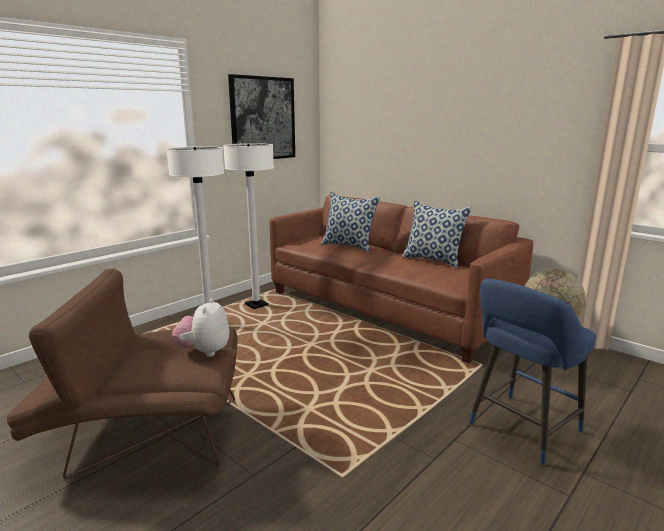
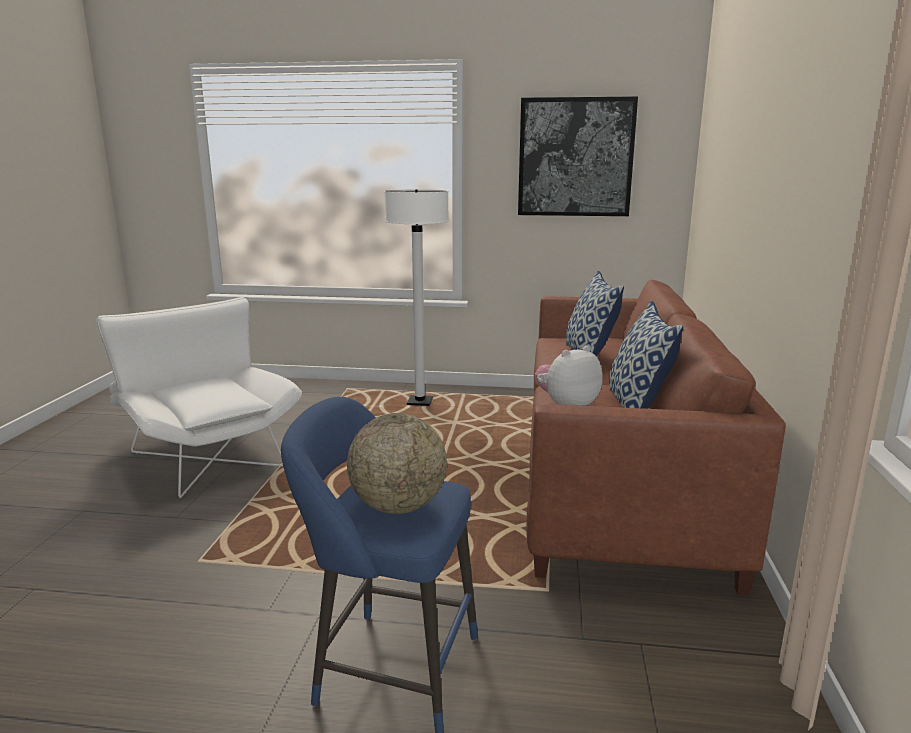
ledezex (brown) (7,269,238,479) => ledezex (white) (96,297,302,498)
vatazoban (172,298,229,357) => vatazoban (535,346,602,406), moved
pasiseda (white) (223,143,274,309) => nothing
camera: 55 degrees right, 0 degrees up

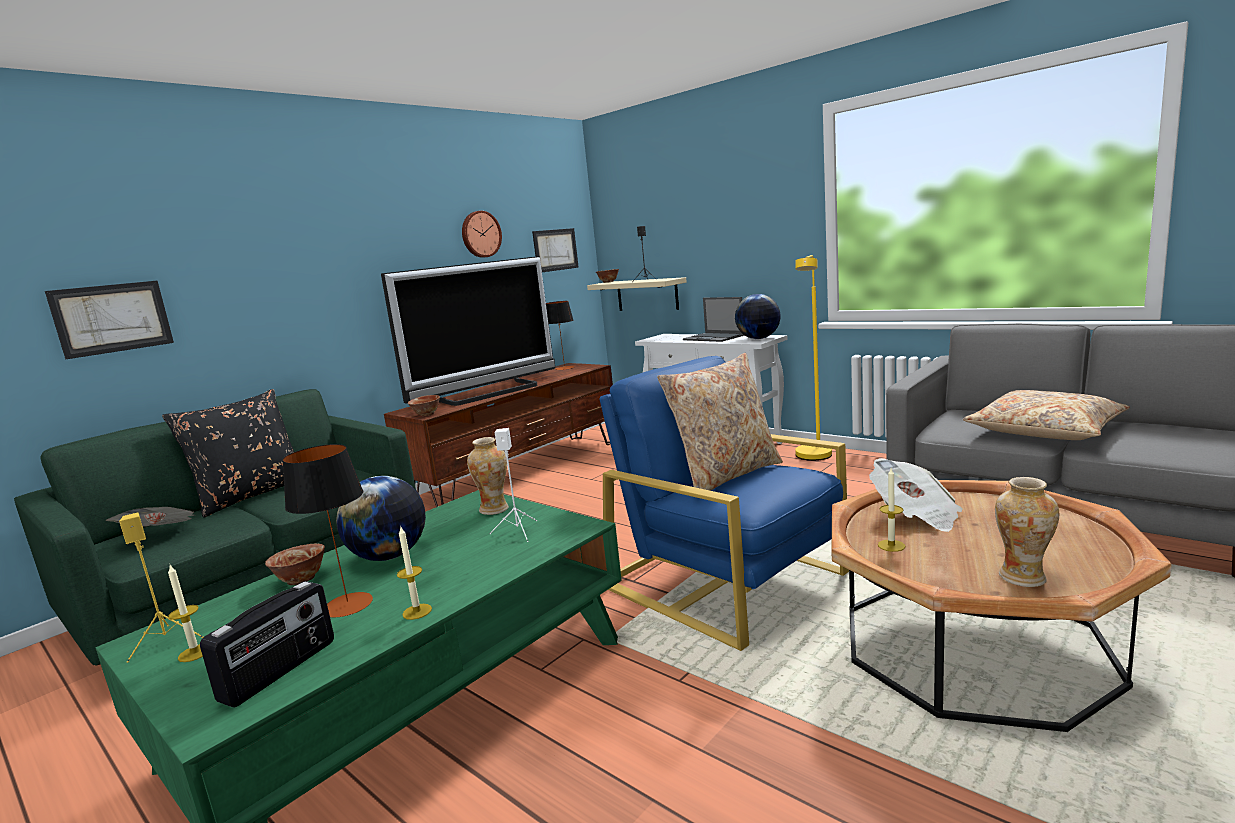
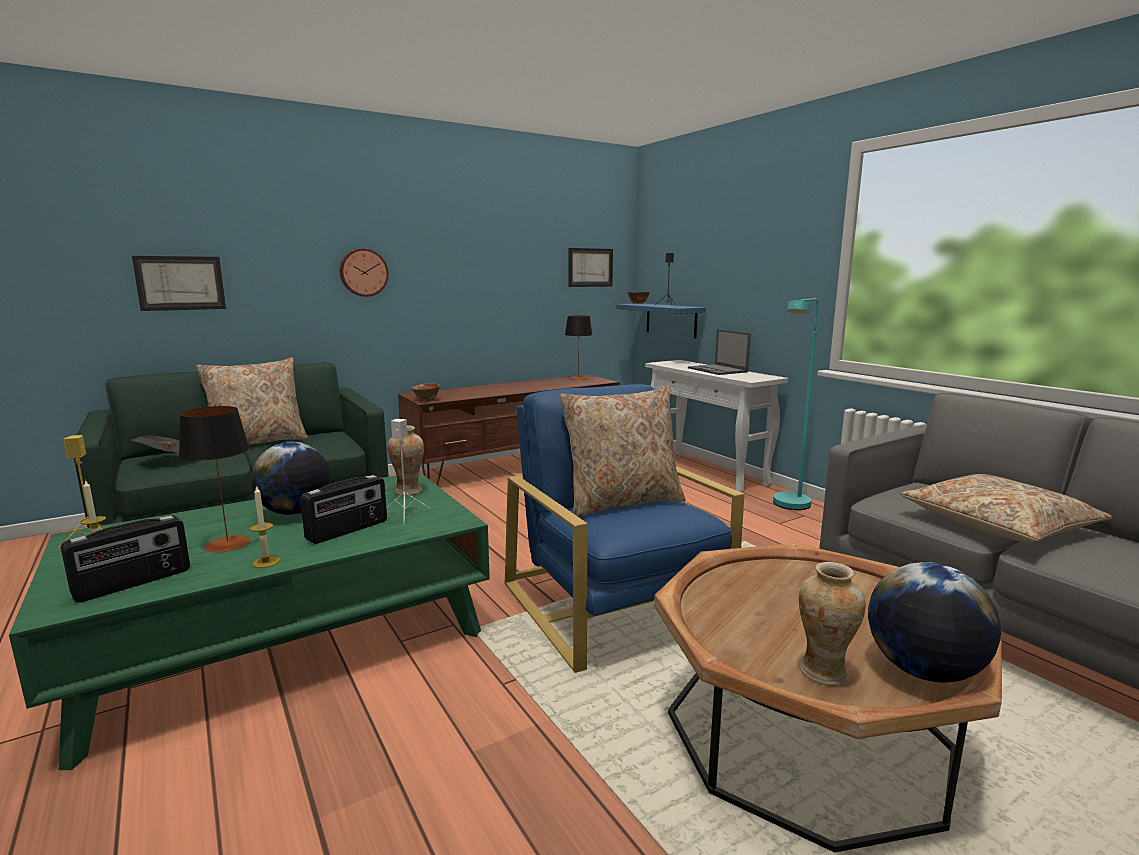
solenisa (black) (162,389,294,517) => solenisa (beige) (196,357,308,445)
nothing => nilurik (300,475,387,544)
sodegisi (462,211,502,258) => sodegisi (340,248,389,297), moved
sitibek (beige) (587,277,687,311) => sitibek (blue) (616,303,706,338)
pasiseda (yellow) (795,255,832,461) => pasiseda (turquoise) (773,299,818,510)
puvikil (735,294,781,339) => puvikil (868,562,1001,683), moved
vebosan (265,543,325,585) => nothing
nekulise (381,256,555,406) => nothing
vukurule (869,458,963,532) => nothing
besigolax (878,468,906,552) => nothing
camera: 15 degrees right, 0 degrees up

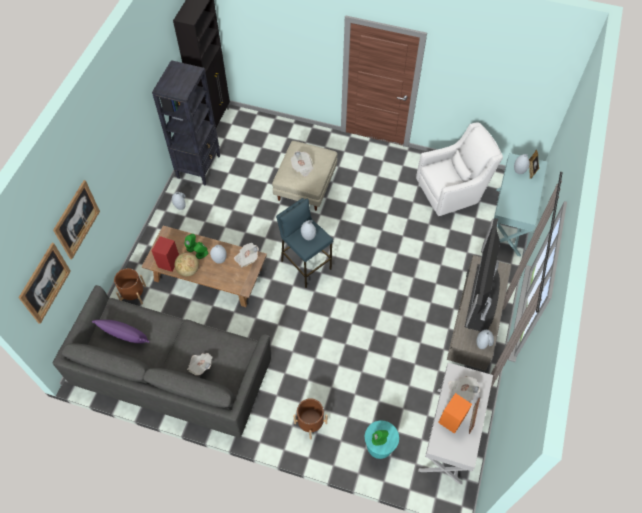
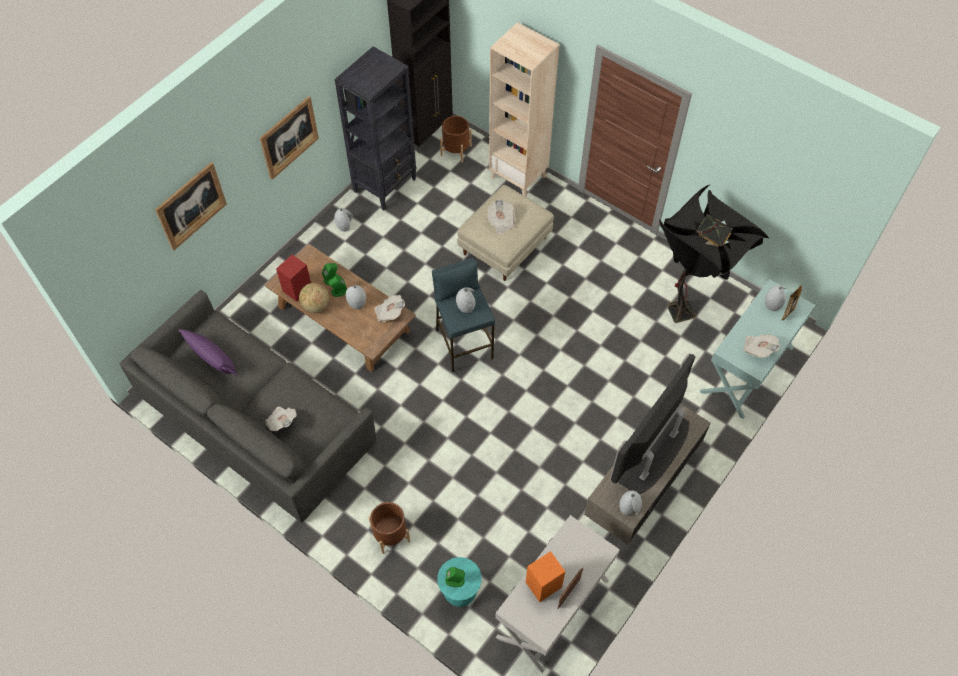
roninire (18,243,71,324) => roninire (260,96,319,180), moved
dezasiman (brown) (114,268,146,304) => dezasiman (brown) (440,116,472,163), moved
nothing => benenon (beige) (489,22,559,197)
ledezex (white) (416,123,503,216) => pasiseda (black) (659,185,769,323)
vukurule (448,376,480,402) => vukurule (743,334,780,358), moved
camera: 20 degrees right, 0 degrees up

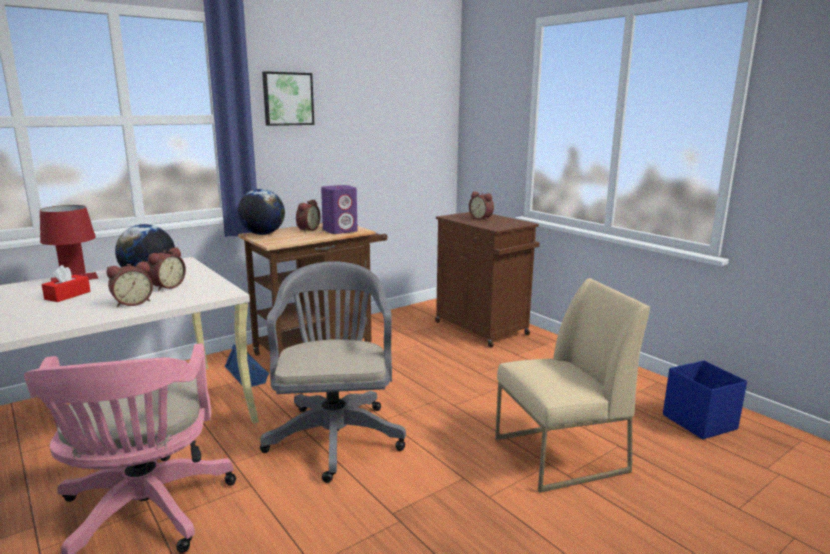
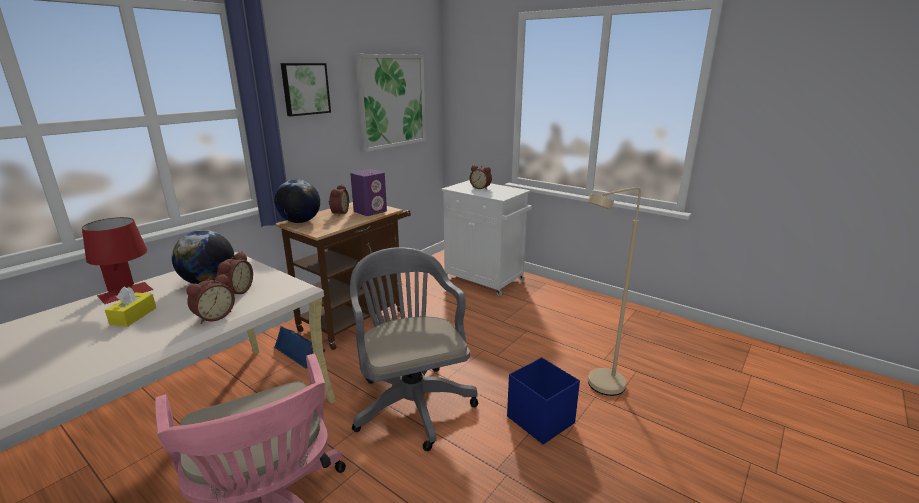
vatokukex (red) (42,265,91,302) => vatokukex (yellow) (105,286,156,327)
nothing => roninire (355,54,426,152)
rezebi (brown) (435,212,539,348) => rezebi (white) (441,180,532,296)
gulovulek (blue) (663,360,747,439) => gulovulek (blue) (507,357,580,444), moved
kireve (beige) (495,278,650,493) => pasiseda (beige) (588,187,641,396)
camera: 15 degrees left, 5 degrees up

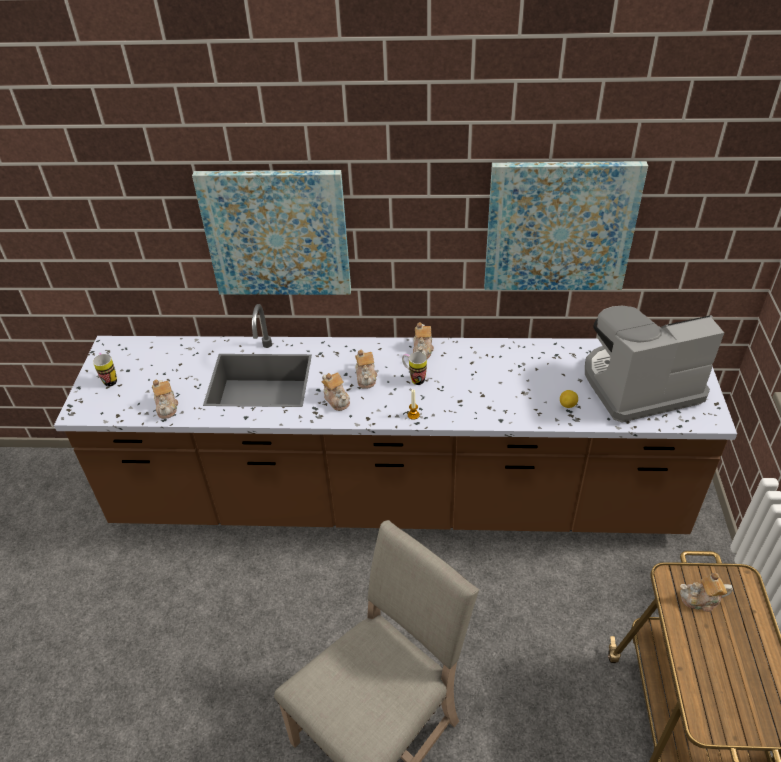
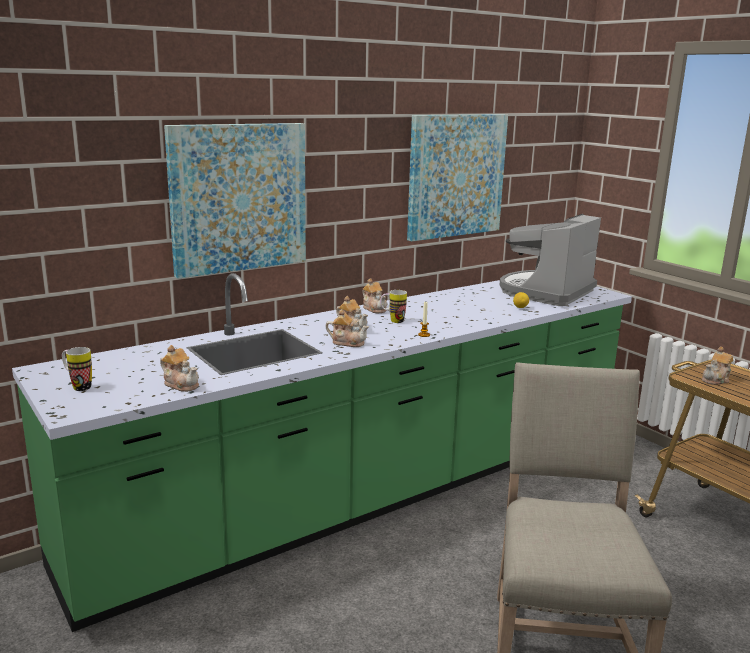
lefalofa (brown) (54,304,737,534) => lefalofa (green) (12,273,632,632)
camera: 40 degrees left, 25 degrees down

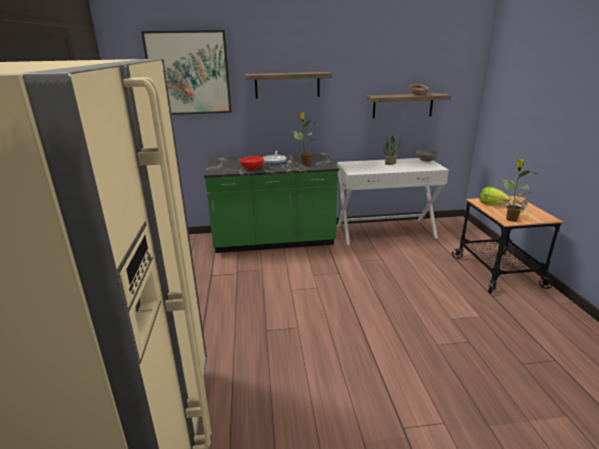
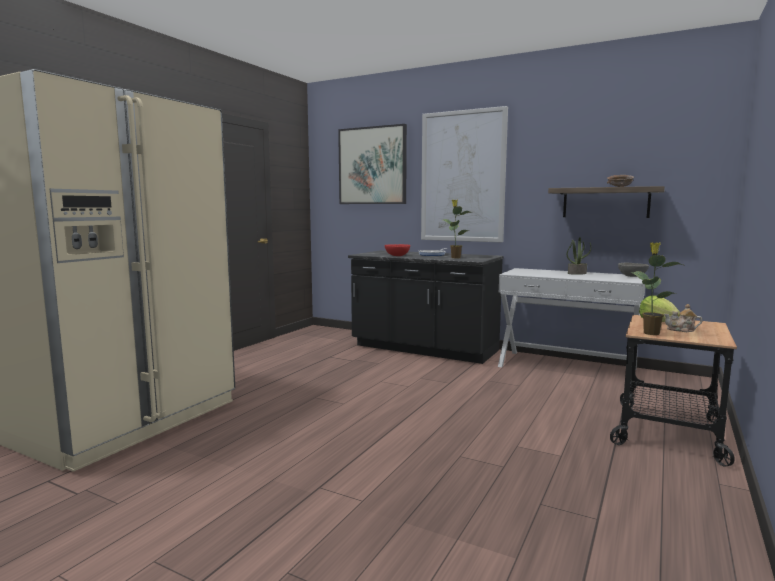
lefalofa (green) (204,153,339,253) => lefalofa (black) (348,250,504,364)
sitibek (245,72,332,99) => roninire (421,106,508,242)
camera: 35 degrees right, 15 degrees down

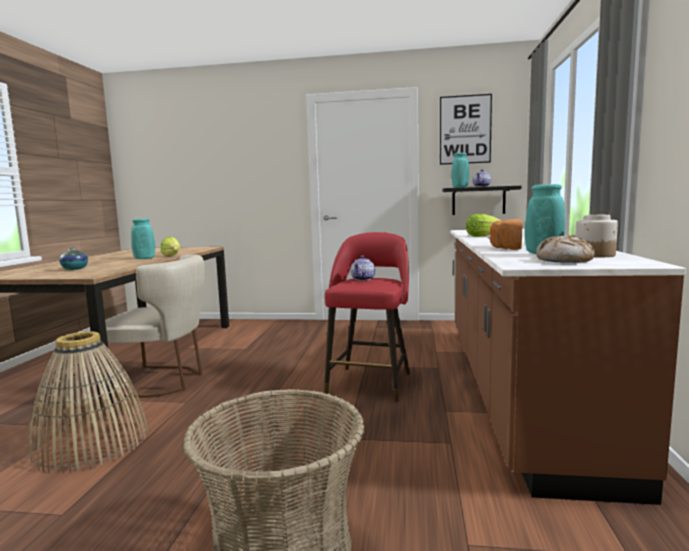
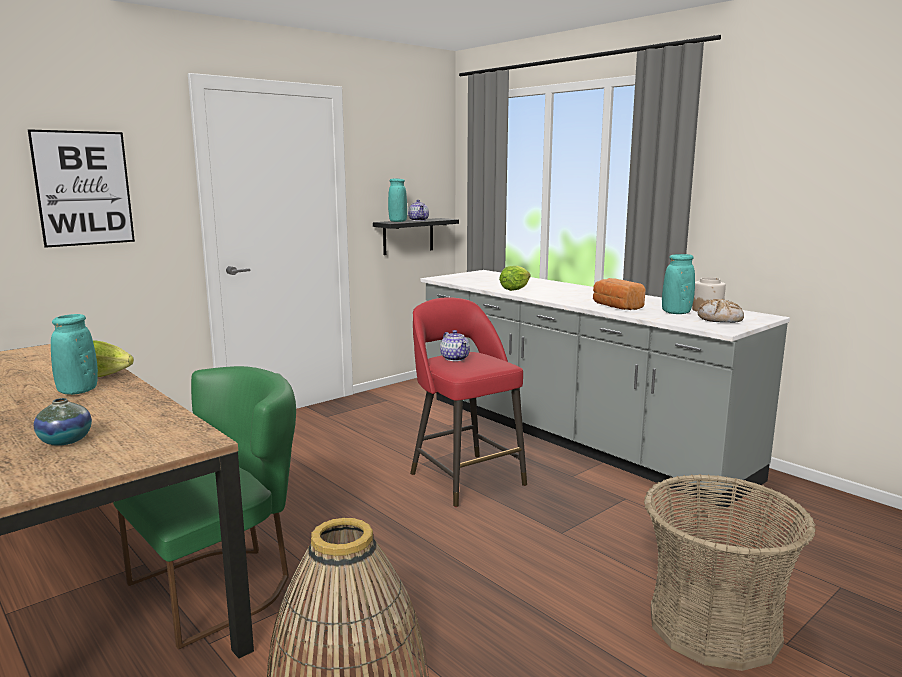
roninire (440,94,492,165) => roninire (28,129,135,248), moved
kireve (beige) (88,255,205,398) => kireve (green) (113,366,296,649)
lefalofa (brown) (451,229,686,505) => lefalofa (grey) (421,270,790,507)
camera: 50 degrees left, 5 degrees up

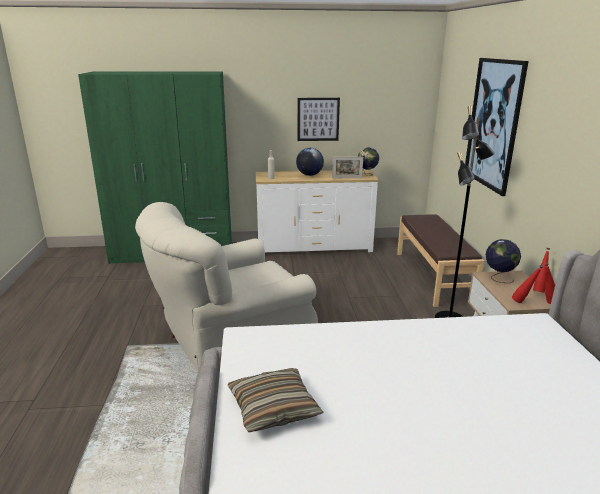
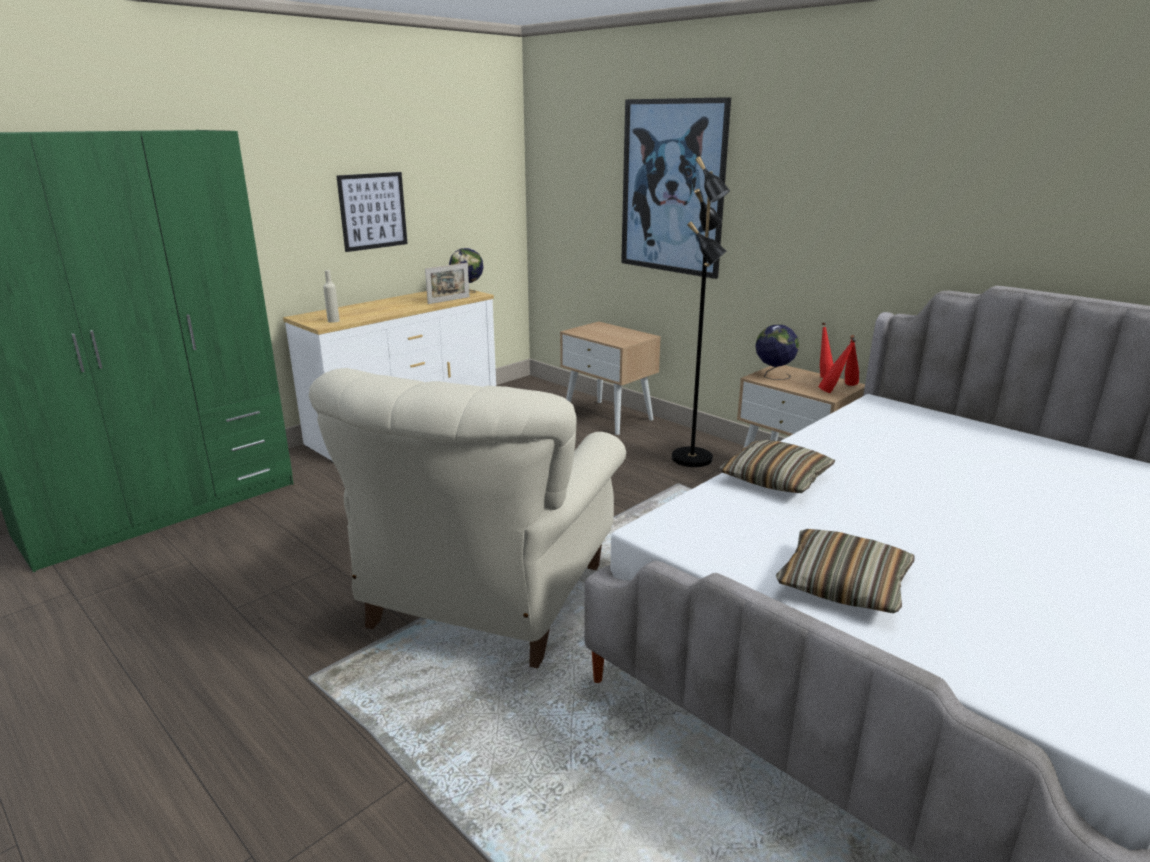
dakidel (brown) (397,214,484,307) => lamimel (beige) (560,321,661,435)
nothing => solenisa (720,440,836,493)
puvikil (296,148,324,176) => nothing
camera: 40 degrees left, 0 degrees up

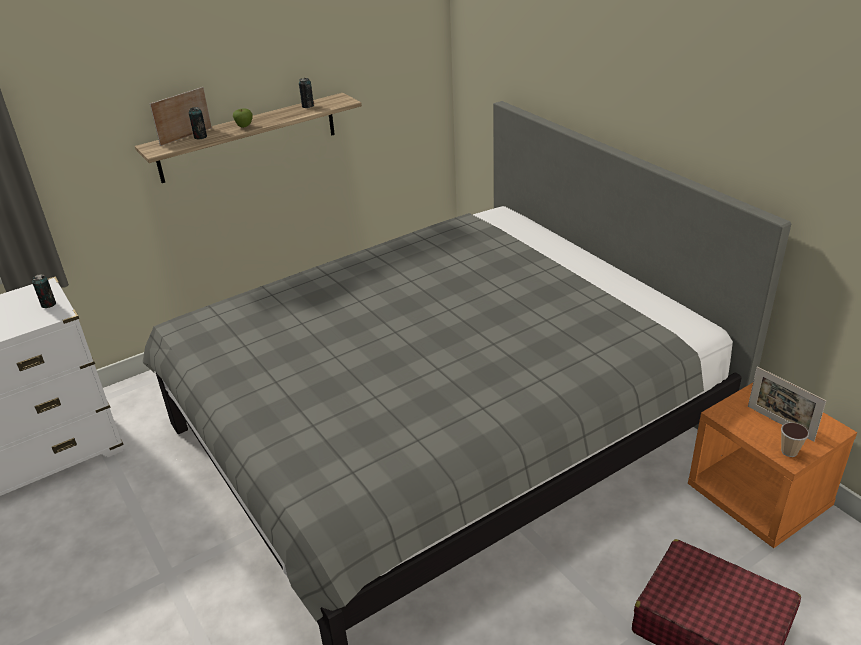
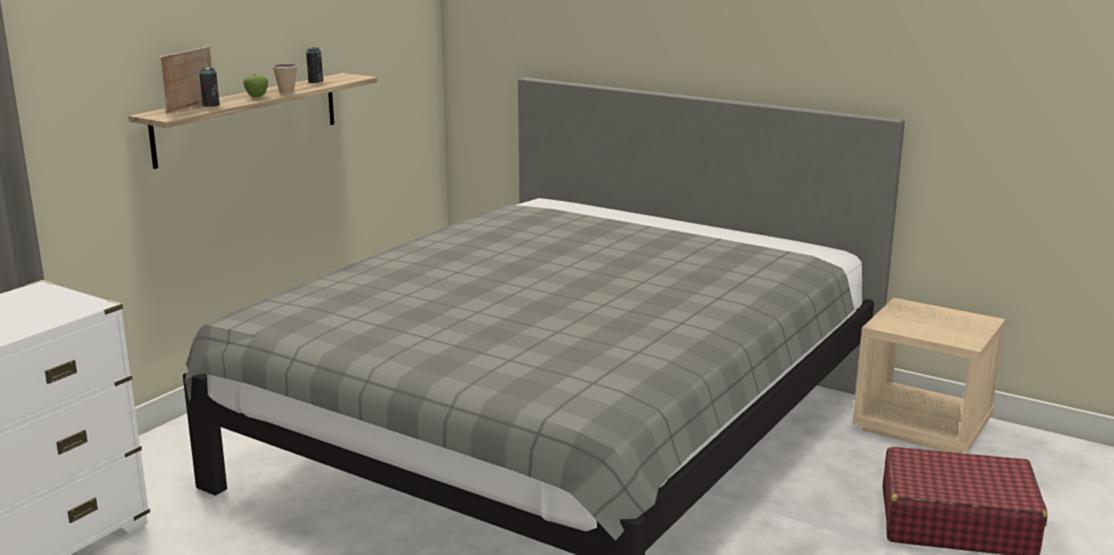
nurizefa (781,423,809,457) => nurizefa (272,64,297,94), moved
lamimel (orange) (688,383,857,548) => lamimel (beige) (852,298,1006,453)
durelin (32,274,56,308) => nothing
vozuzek (748,366,826,442) => nothing
camera: 25 degrees left, 15 degrees down

